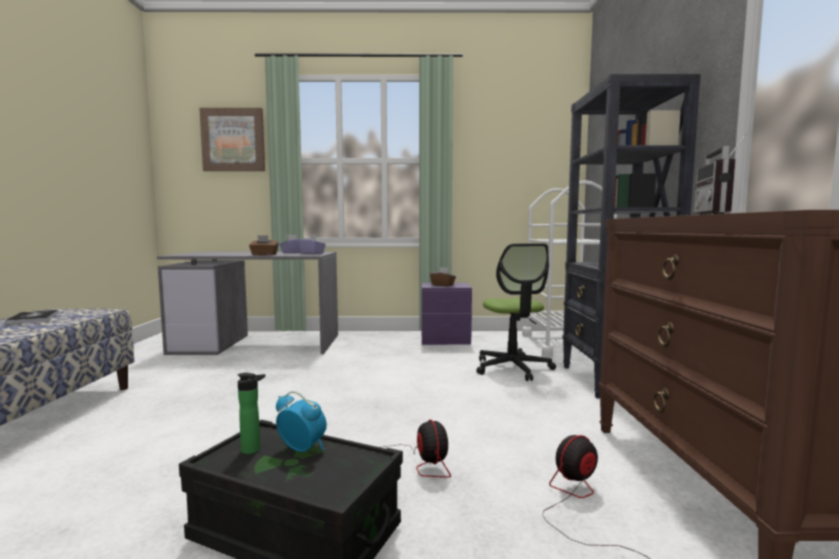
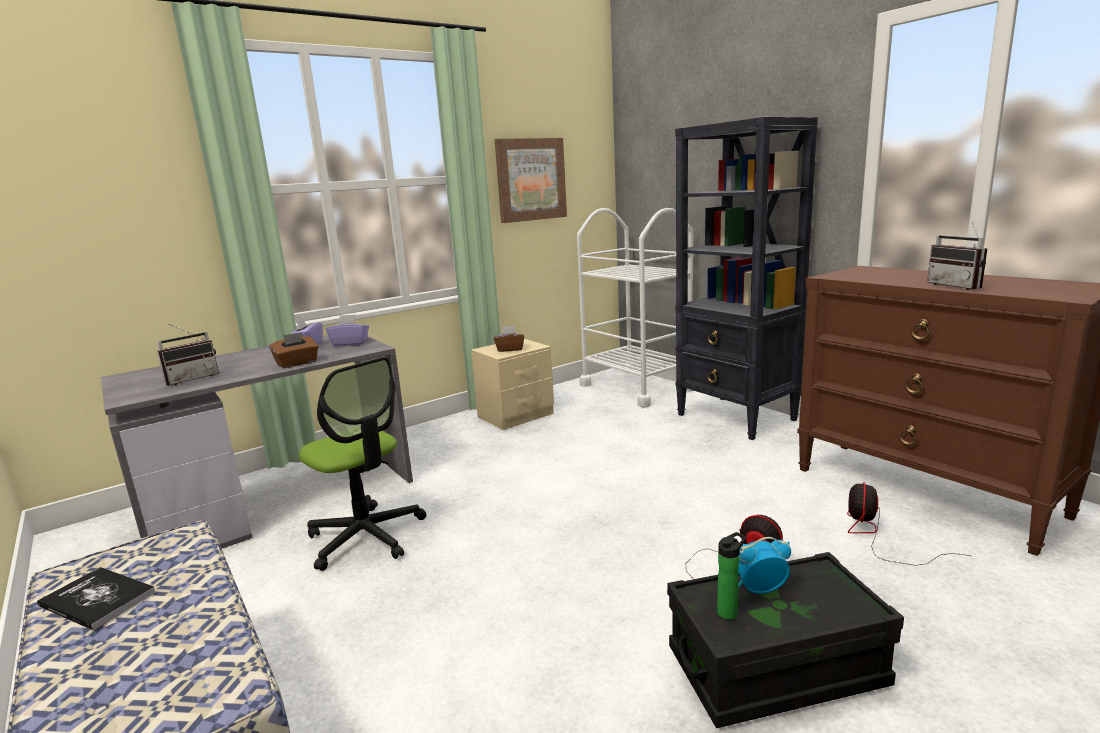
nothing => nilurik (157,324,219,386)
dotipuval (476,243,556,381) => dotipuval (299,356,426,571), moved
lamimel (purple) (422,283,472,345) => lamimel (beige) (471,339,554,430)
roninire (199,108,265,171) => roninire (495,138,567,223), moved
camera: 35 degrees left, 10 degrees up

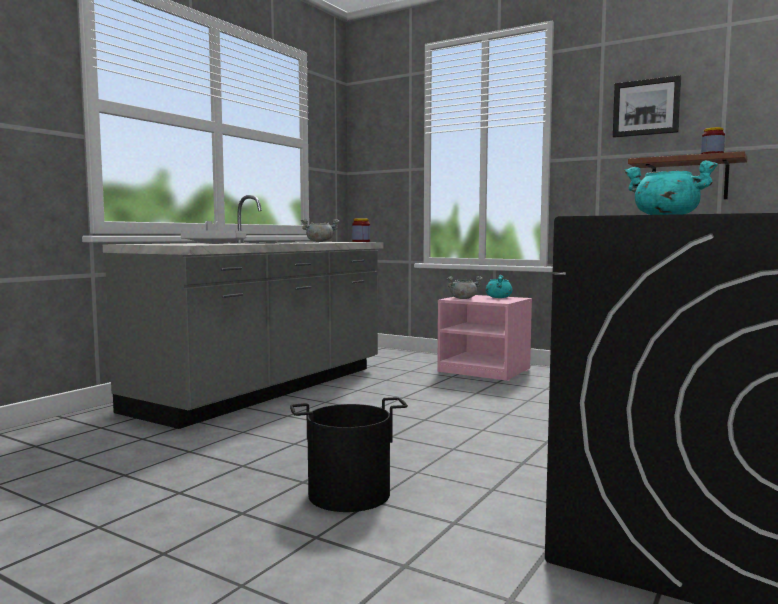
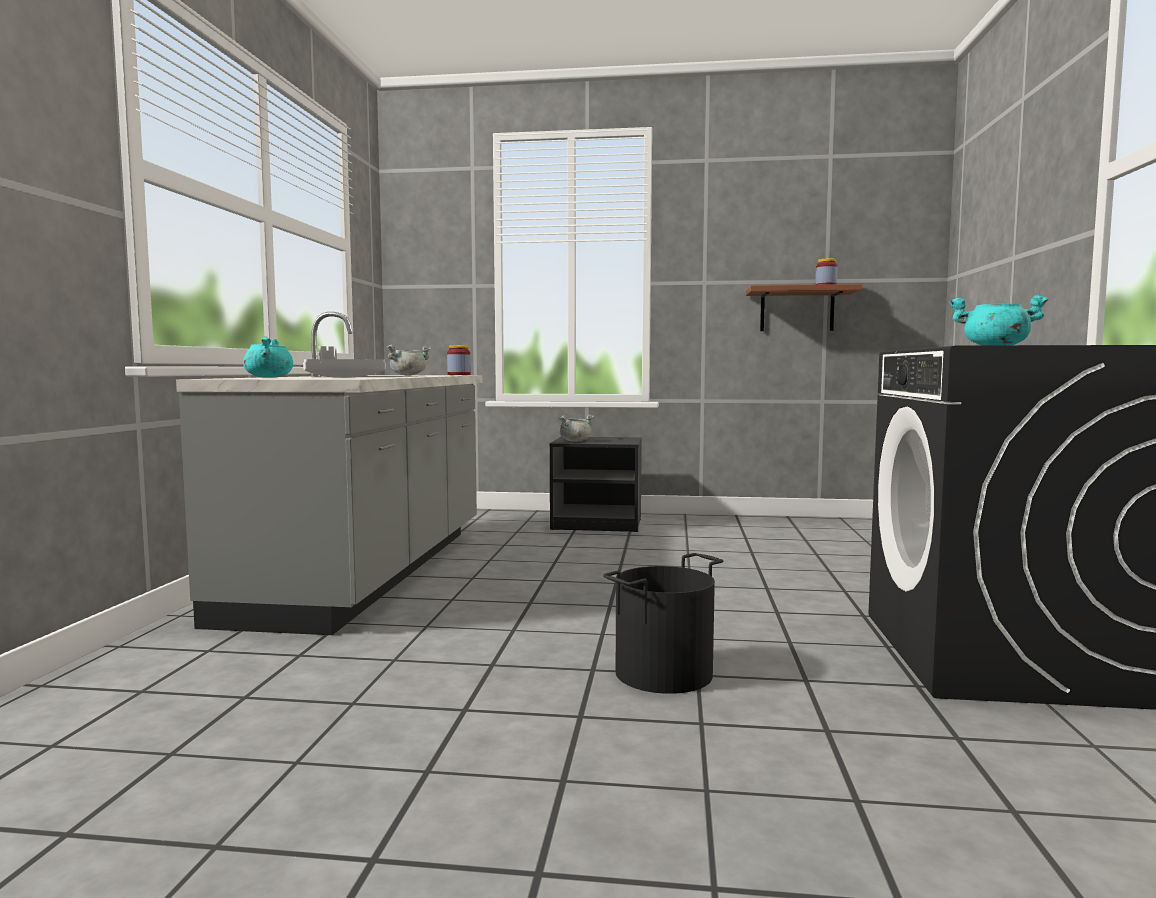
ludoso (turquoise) (486,275,512,298) => ludoso (turquoise) (243,337,293,377), moved
lamimel (pink) (437,295,532,381) => lamimel (black) (549,437,642,532)
roninire (613,75,681,138) => nothing
camera: 25 degrees left, 0 degrees up

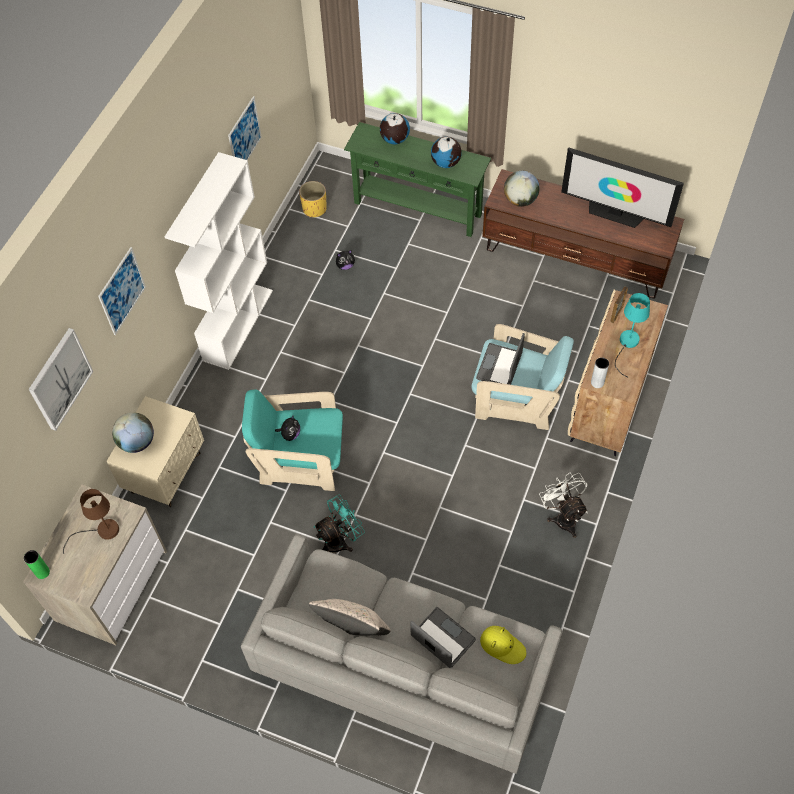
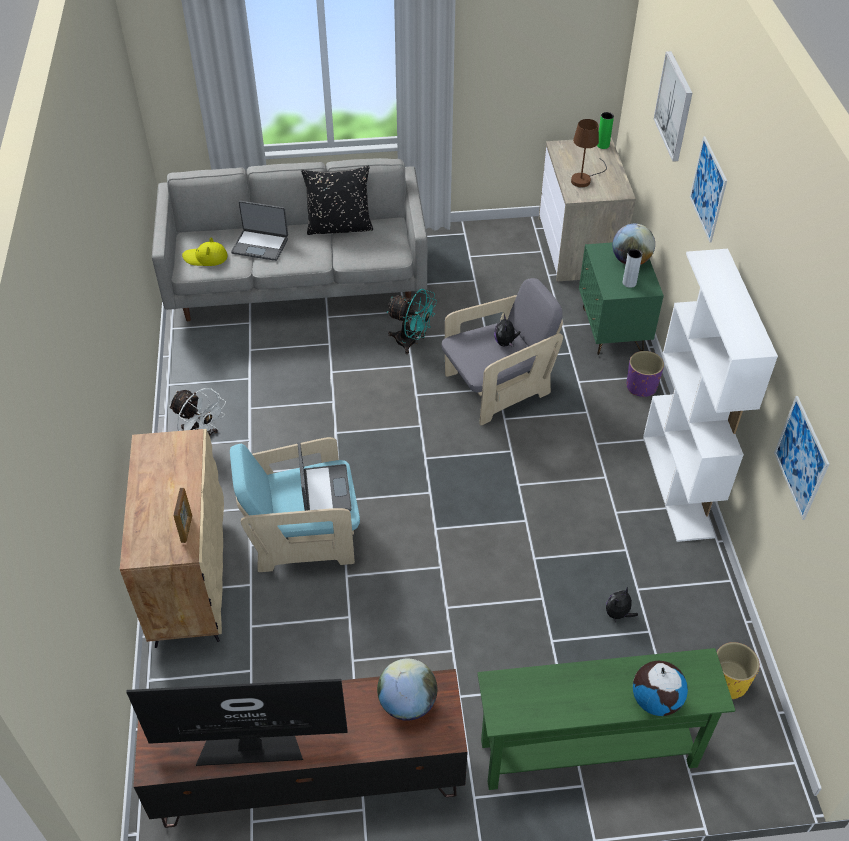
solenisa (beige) (309,599,391,636) => solenisa (black) (301,165,373,235)
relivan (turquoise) (313,494,365,552) => relivan (turquoise) (387,289,437,354), 90 degrees counterclockwise
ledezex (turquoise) (242,390,343,491) => ledezex (grey) (441,278,563,425)
lamimel (beige) (106,396,204,507) => lamimel (green) (579,242,664,355)
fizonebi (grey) (591,357,609,388) => fizonebi (grey) (623,249,642,288), moved
nothing => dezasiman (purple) (626,351,664,397)
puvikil (431,137,462,168) => nothing
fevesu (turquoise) (615,293,650,377) => nothing
camera: 150 degrees right, 10 degrees down

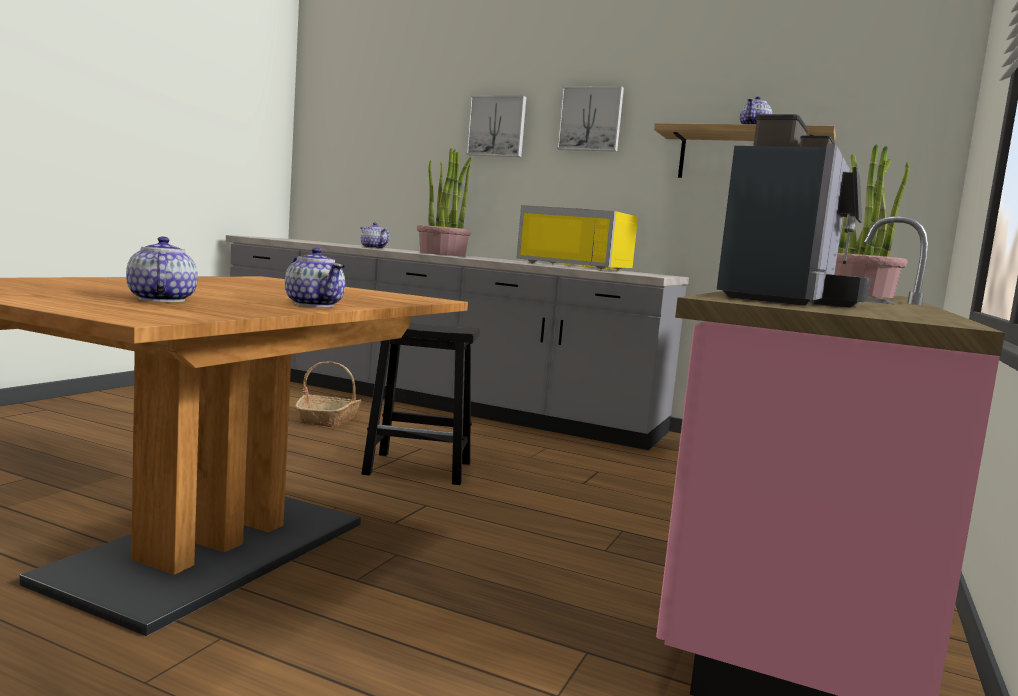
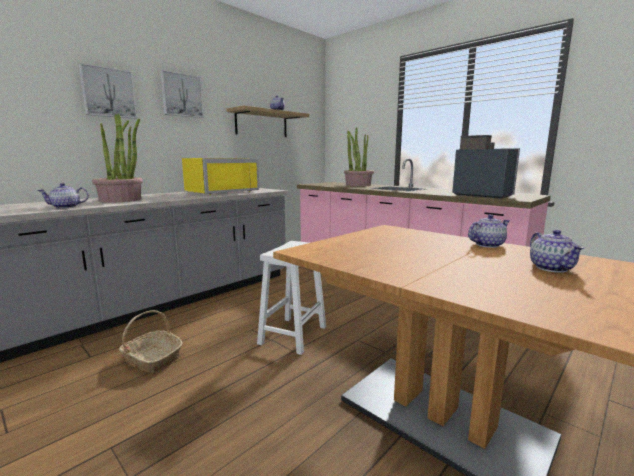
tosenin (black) (361,322,480,485) => tosenin (white) (257,241,326,355)
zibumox (126,237,198,302) => zibumox (530,230,585,273), 90 degrees counterclockwise
camera: 70 degrees left, 5 degrees up

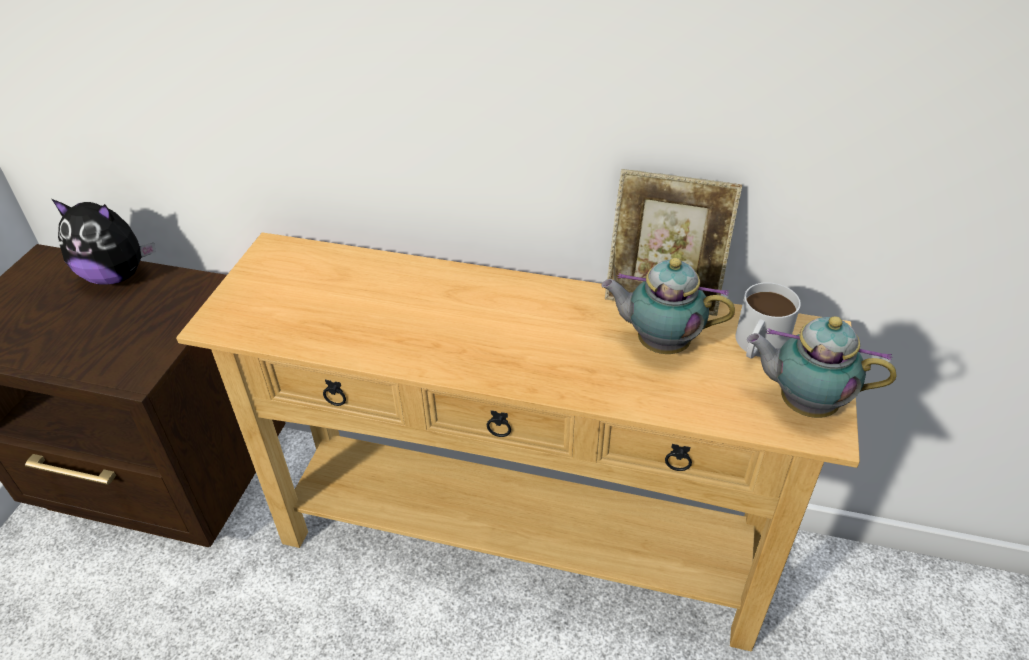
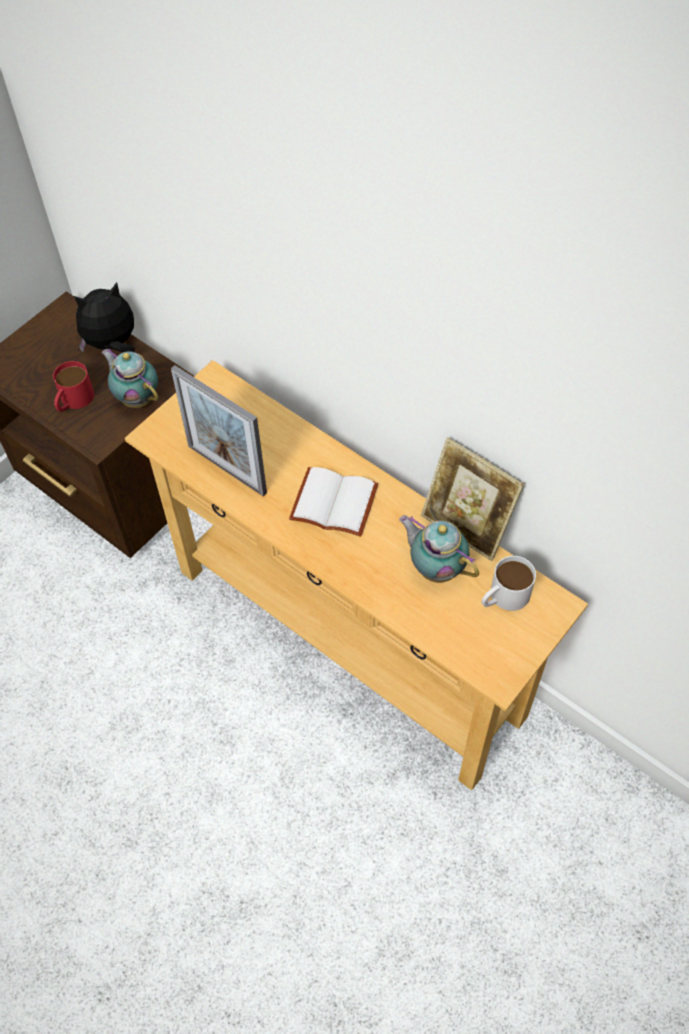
nothing => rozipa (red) (53,361,94,412)
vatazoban (52,199,156,284) => vatazoban (74,282,135,353), 120 degrees clockwise
zibumox (747,316,896,418) => zibumox (101,348,159,408), moved
nothing => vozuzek (171,365,267,497)
nothing => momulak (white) (289,467,379,537)
camera: 25 degrees right, 15 degrees up

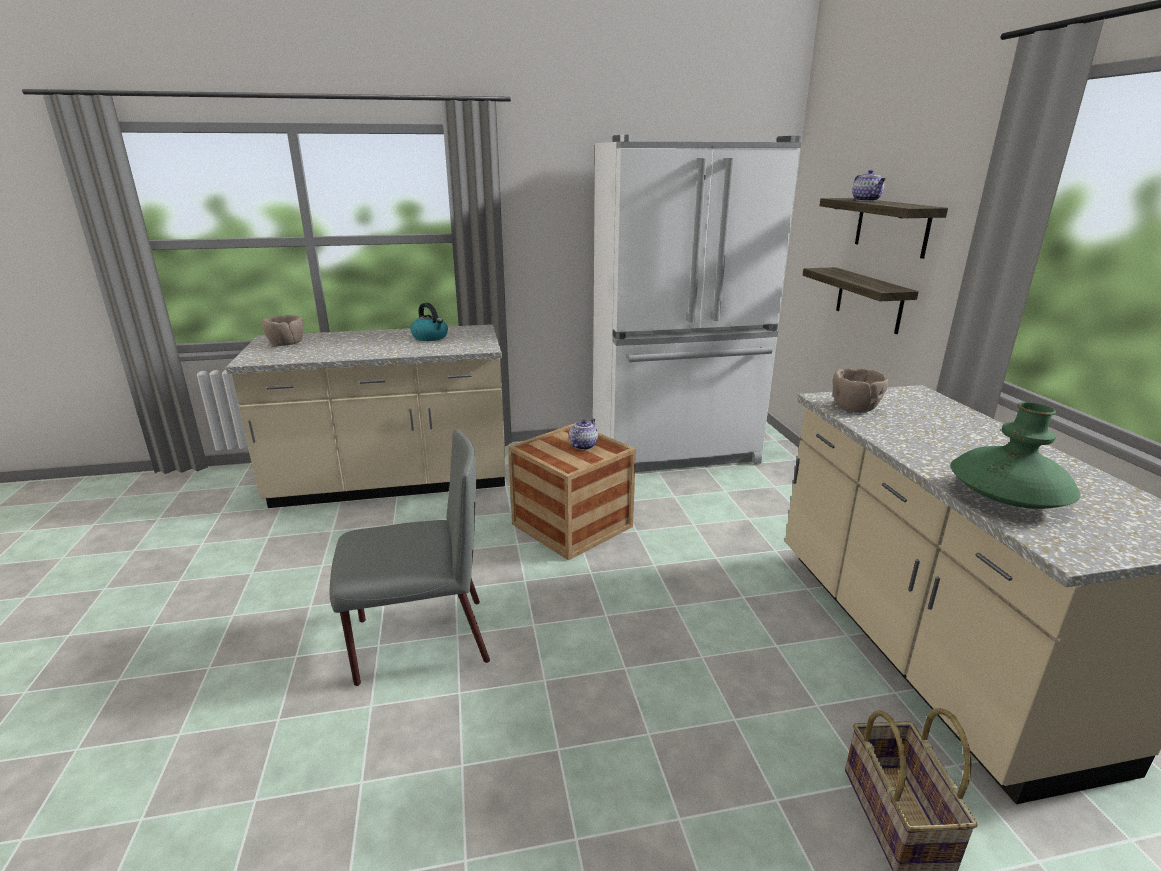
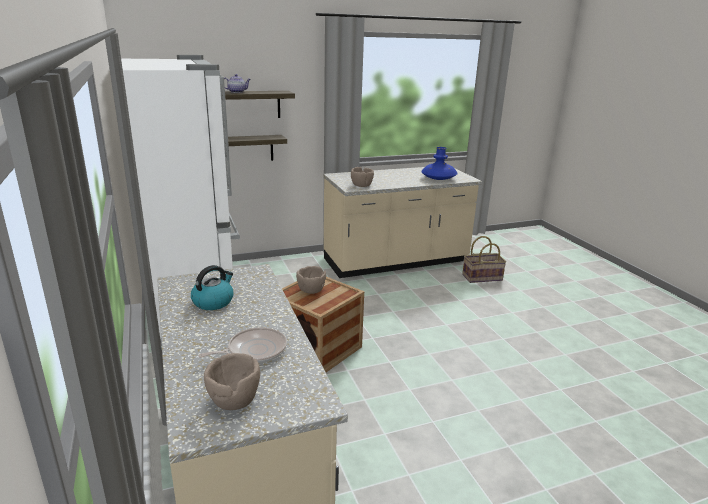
nothing => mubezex (198,327,287,363)
zibumox (569,419,598,450) => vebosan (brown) (296,266,326,294)
fizonebi (green) (951,402,1081,509) => fizonebi (blue) (421,147,458,180)
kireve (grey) (330,429,490,686) => nothing
camera: 100 degrees left, 0 degrees up

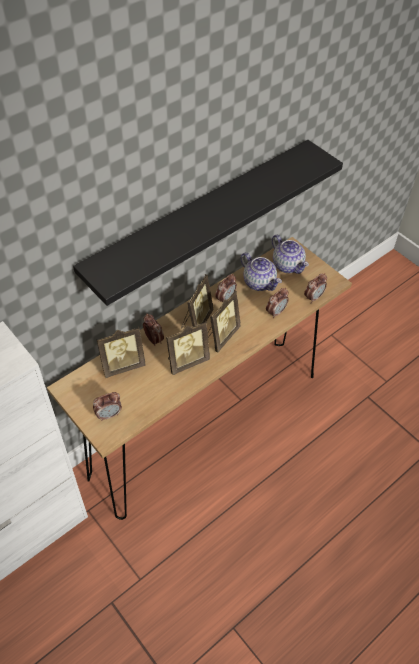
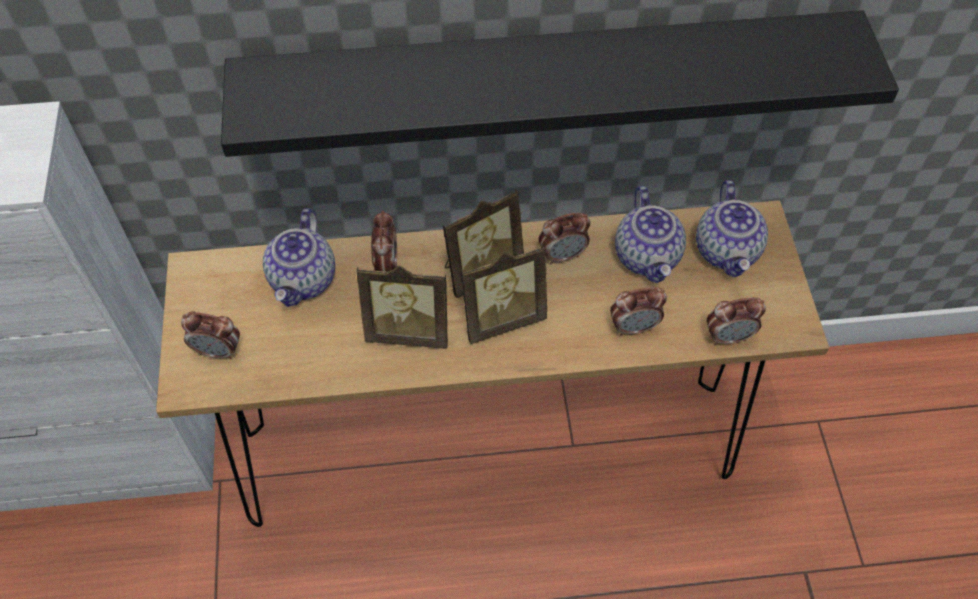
vozuzek (96,328,146,378) => zibumox (263,208,335,307)
camera: 35 degrees right, 5 degrees up

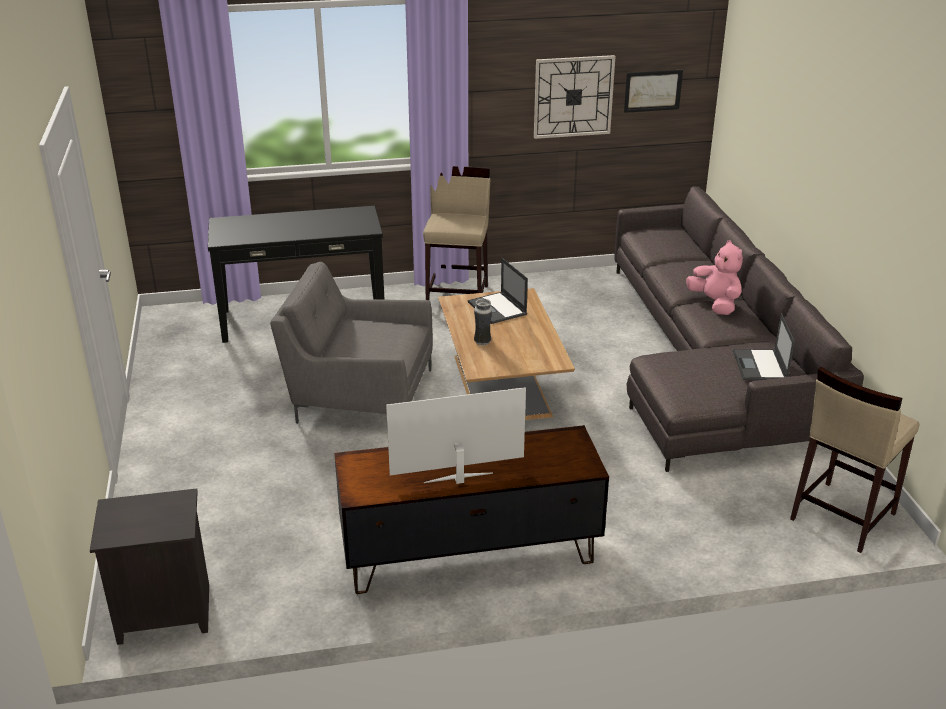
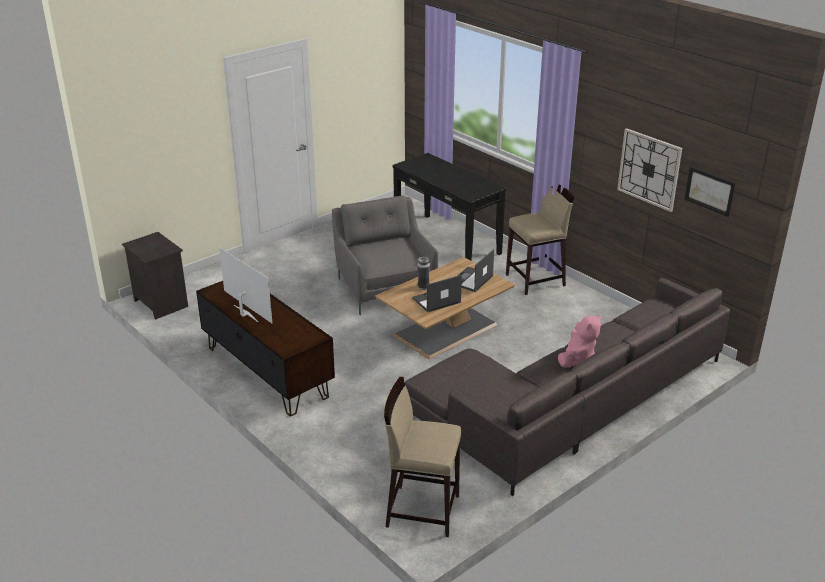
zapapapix (733,313,795,380) => zapapapix (412,275,462,313), moved
camera: 60 degrees right, 0 degrees up

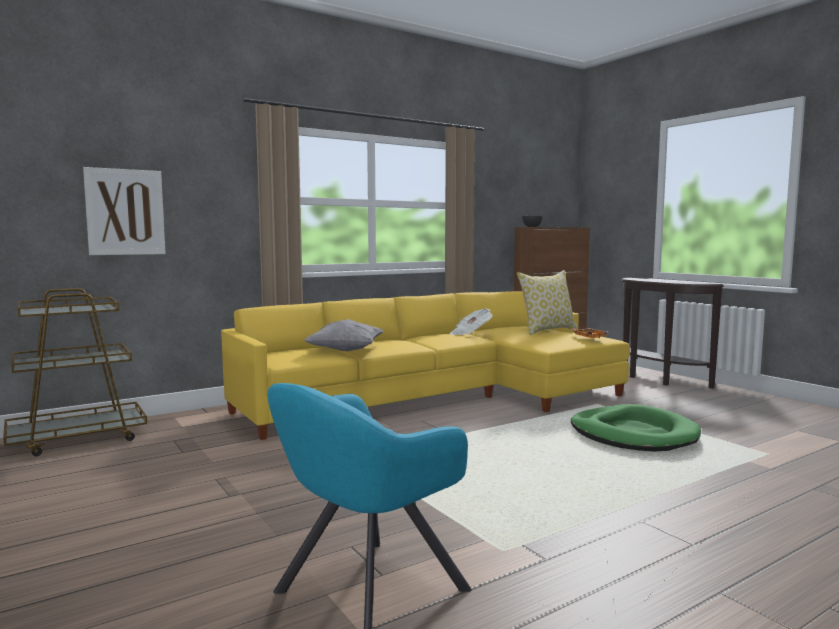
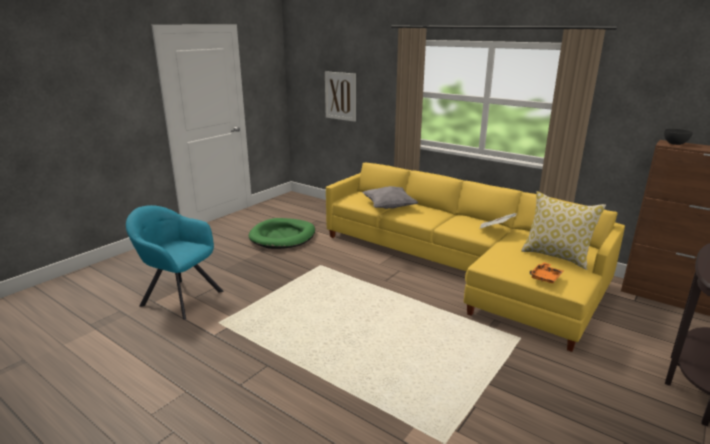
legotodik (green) (571,404,701,451) => legotodik (green) (249,218,315,249), moved
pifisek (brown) (3,288,147,456) => nothing
camera: 70 degrees right, 15 degrees up

